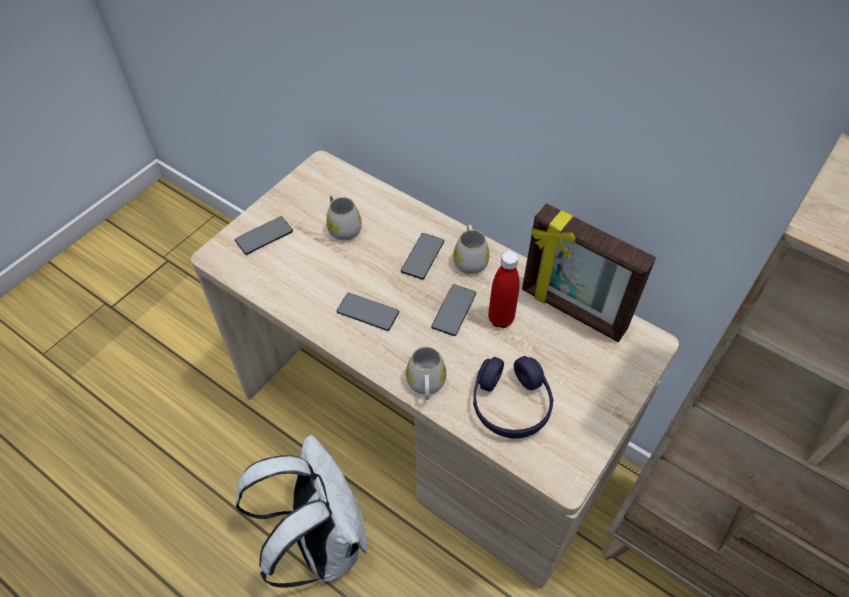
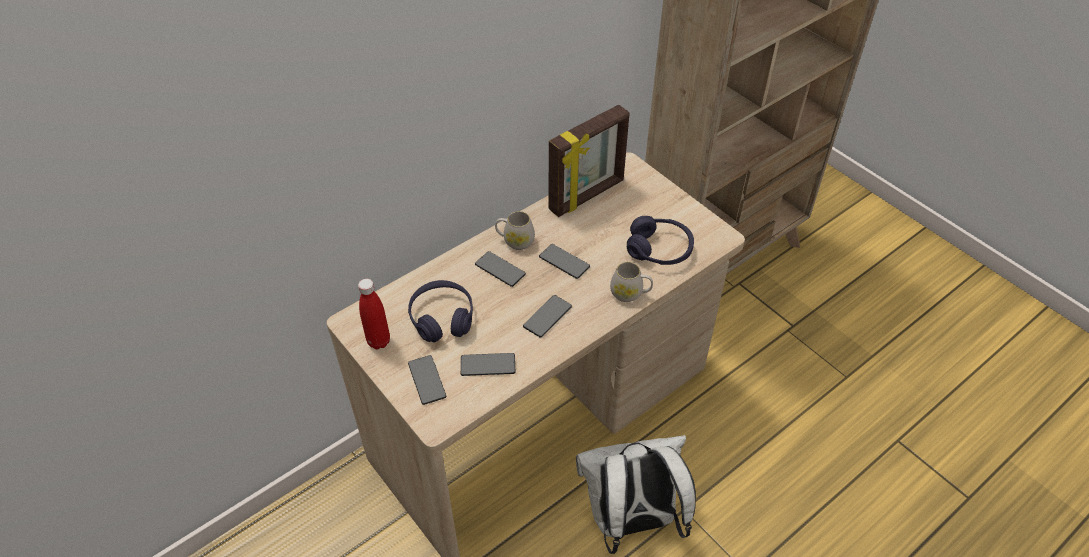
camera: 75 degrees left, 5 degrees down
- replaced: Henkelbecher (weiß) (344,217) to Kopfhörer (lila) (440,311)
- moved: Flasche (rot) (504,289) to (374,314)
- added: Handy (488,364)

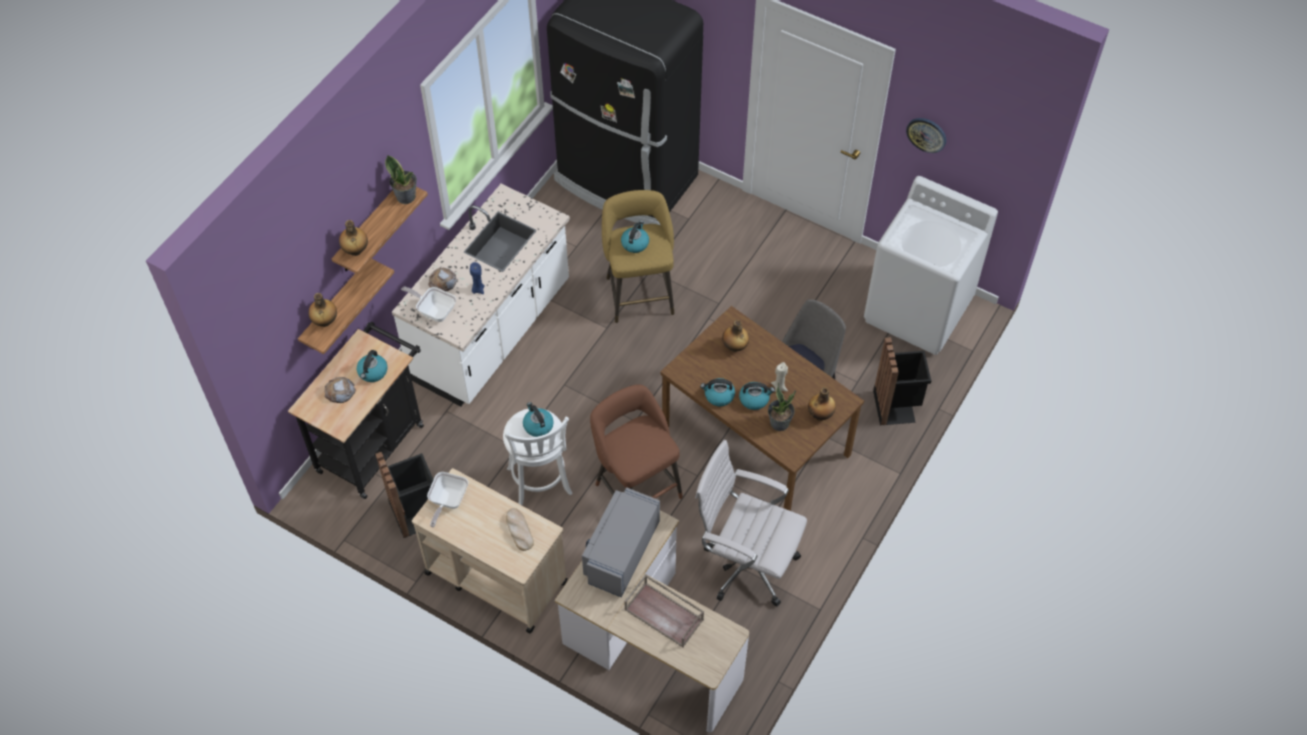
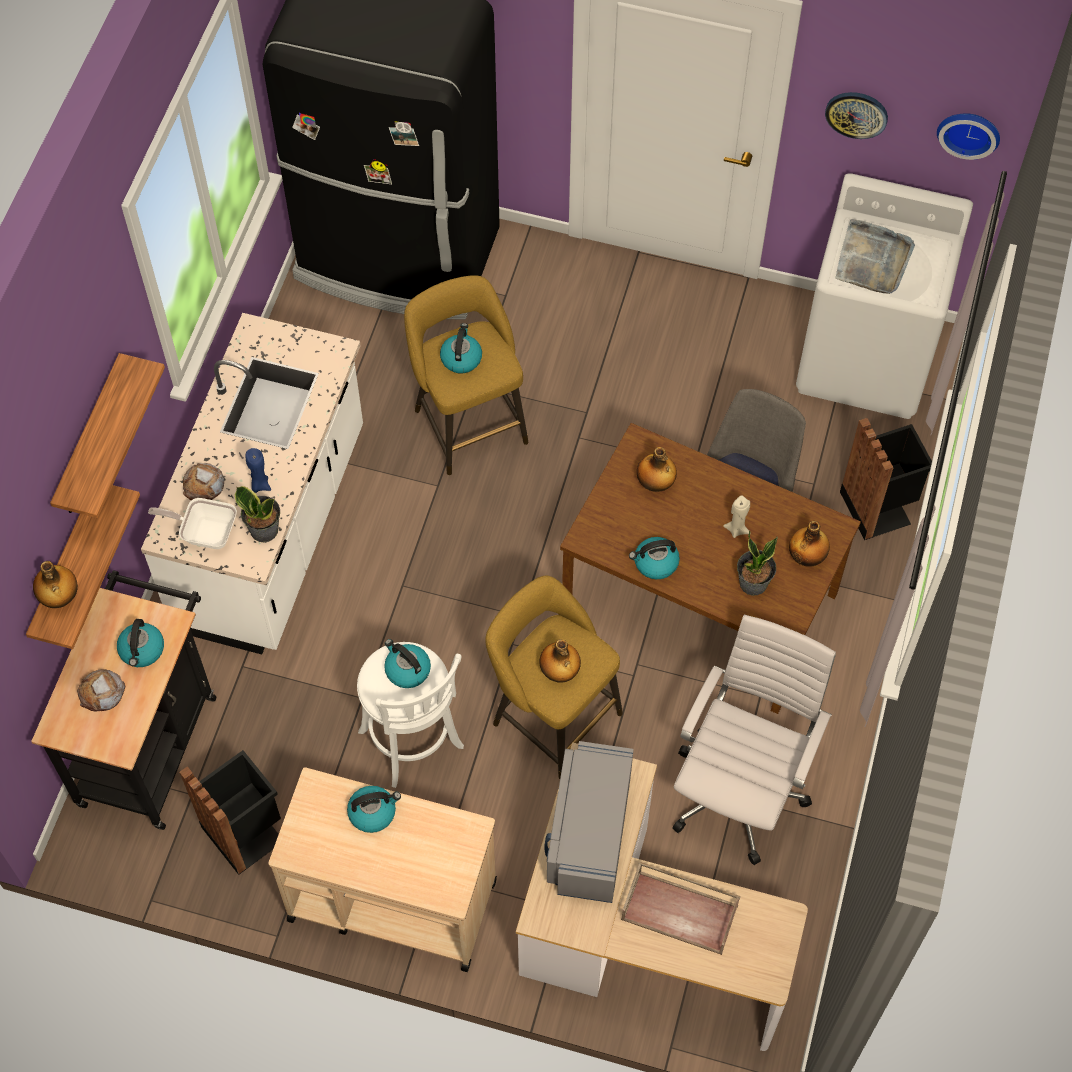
camera: 15 degrees left, 5 degrees up
- moved: Flasche (353,238) to (560,661)
- moved: Topfpflanze (401,179) to (257,514)
- removed: Pfanne (447,499)
- removed: Brot (520,529)
- recoloured: Hocker (braun) (636,441) to Hocker (gelb) (554,677)
- turned: Bürostuhl (weiß) (751,523) = (754,739) 105 degrees clockwise
- moved: Wasserkessel (757,396) to (374,809)
- added: Tablett (grau) (875,256)
- added: Wanduhr (968,136)

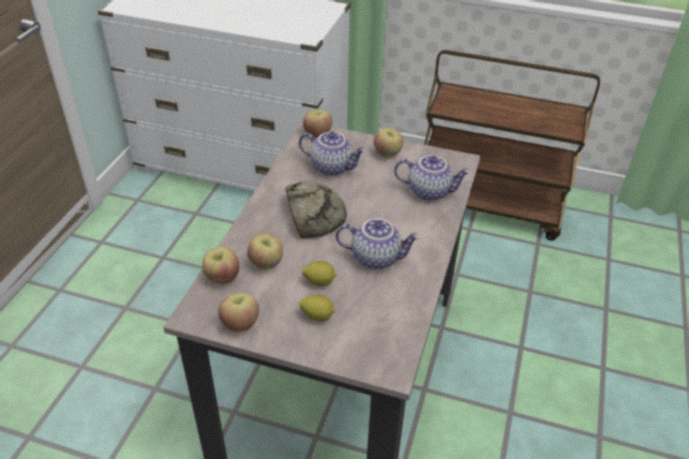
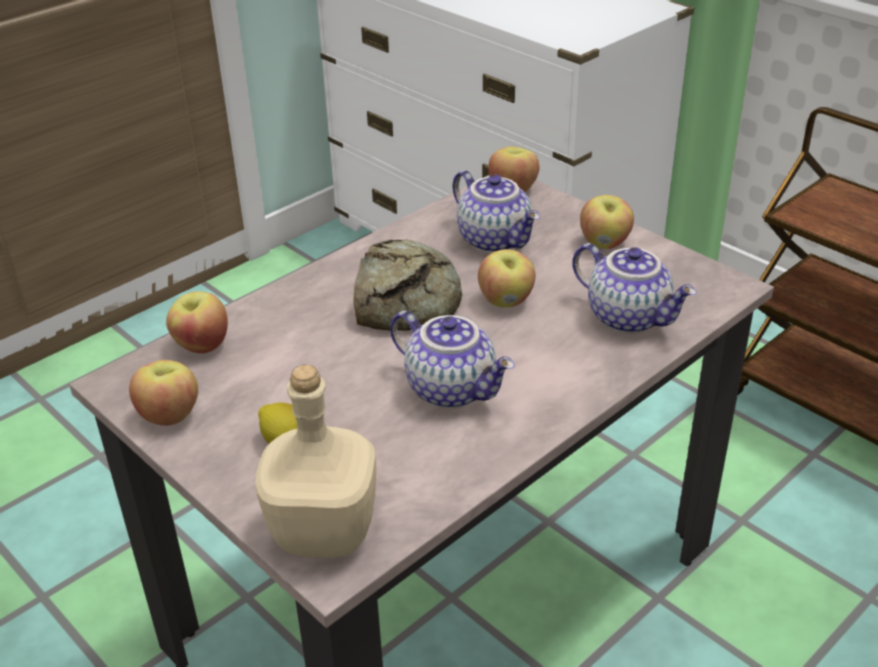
camera: 30 degrees right, 5 degrees down
- moved: Apfel (265,251) to (506,278)
- removed: Zitrone (319,273)
- added: Flasche (beige) (316,461)

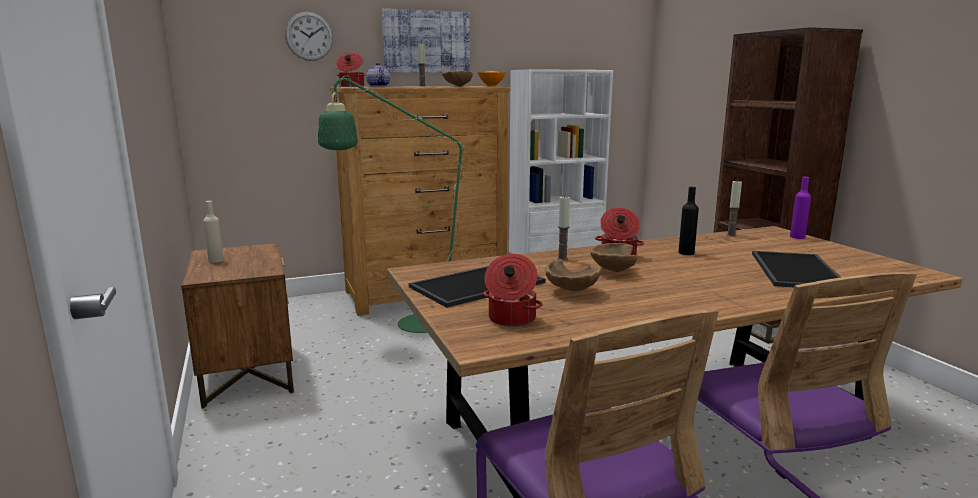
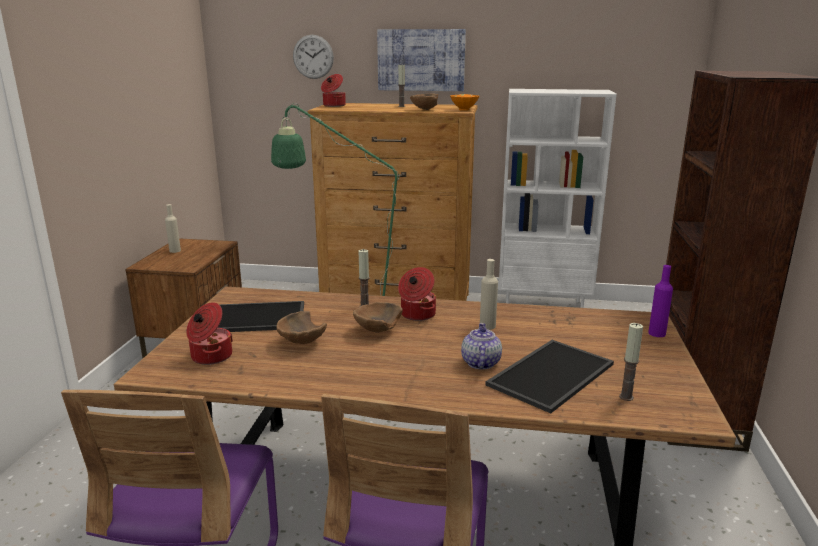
camera: 30 degrees right, 5 degrees up
- moved: Teekanne (378,75) to (481,346)
- recoloured: Flasche (schwarz) (688,221) to Flasche (beige) (489,294)
- moved: Kerze (734,208) to (631,362)

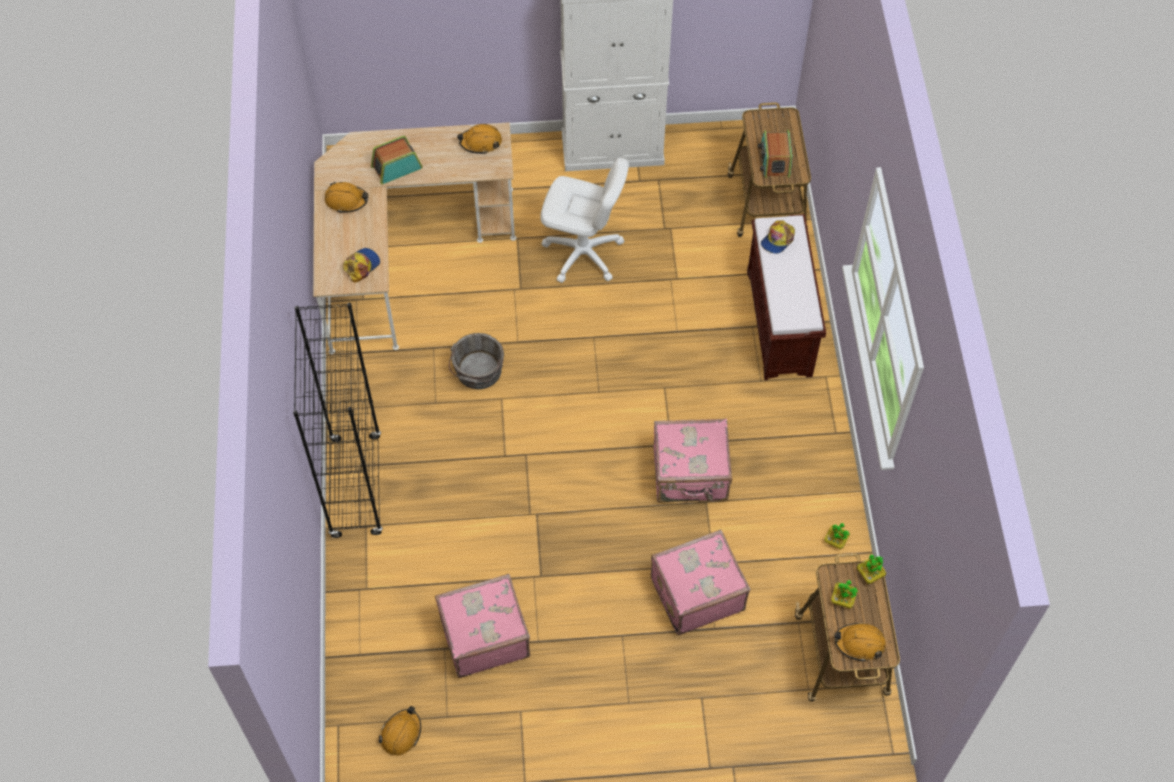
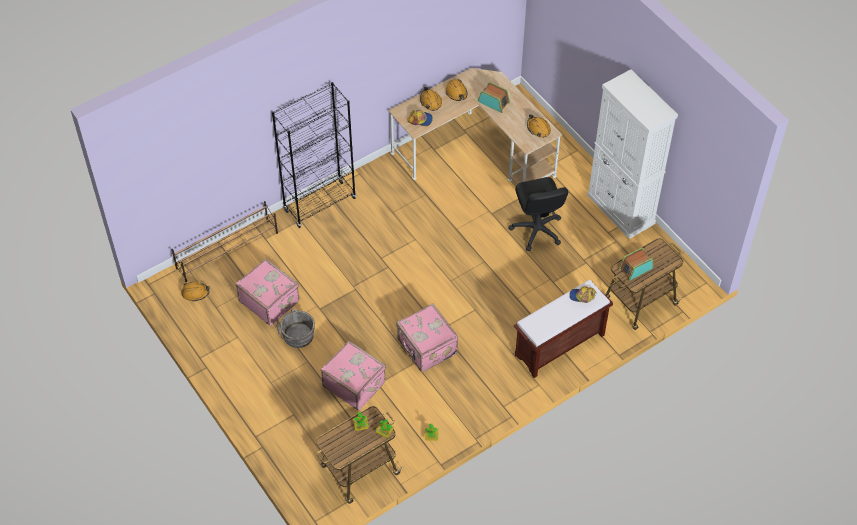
camera: 60 degrees right, 5 degrees down
- moved: Eimer (grau) (476,361) to (295,328)
- recoloured: Bürostuhl (weiß) (584,220) to Bürostuhl (schwarz) (538,214)
- moved: Schutzhelm (orange) (860,642) to (431,98)
- added: Schuhregal (braun) (225,241)

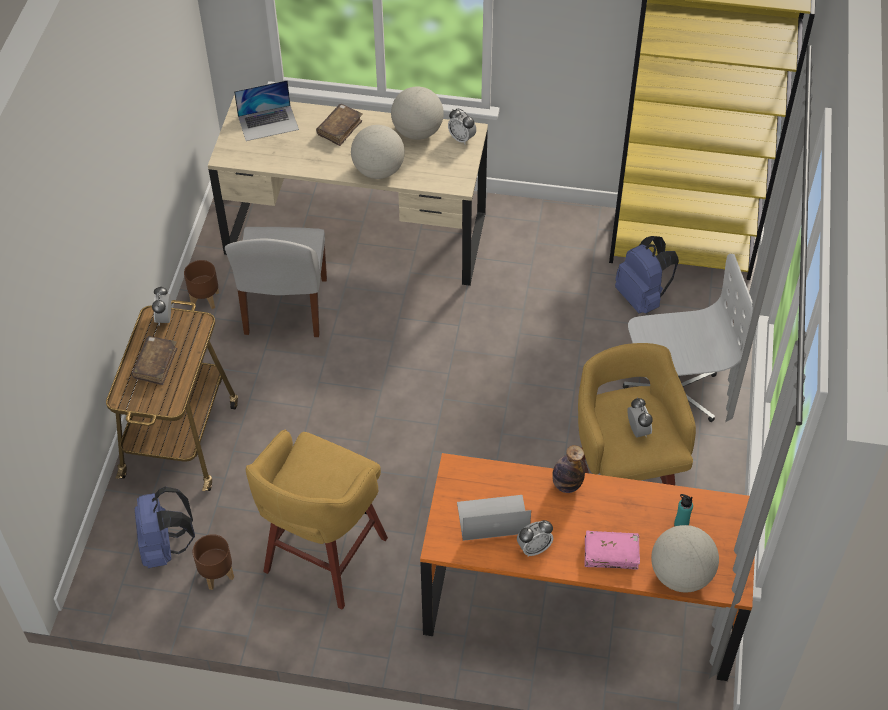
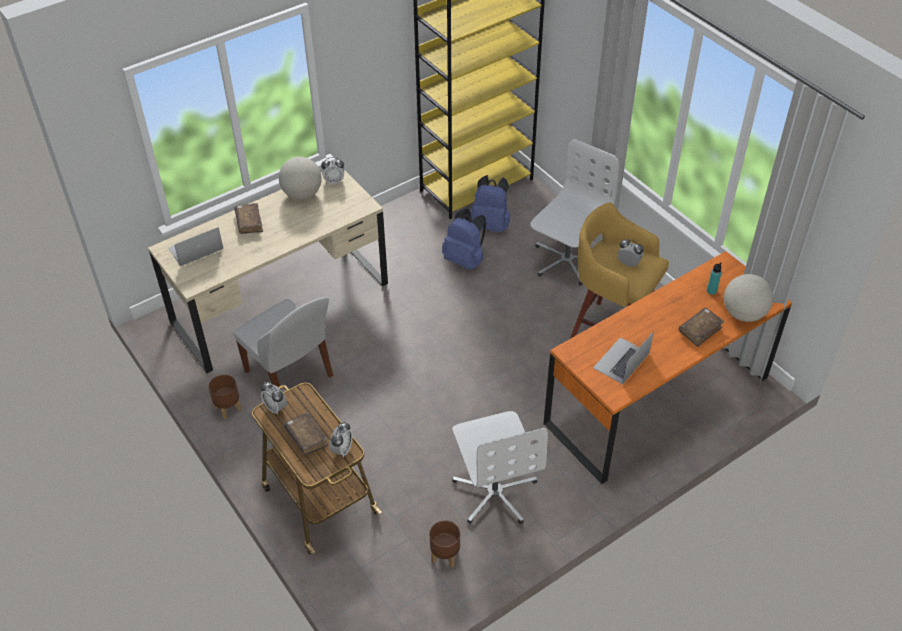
camera: 45 degrees left, 5 degrees down
- moved: Rucksack (blau) (165,527) to (464,239)
- turned: Laptop (266,110) = (195,246) 150 degrees counterclockwise
- replaced: Hocker (gelb) (317,519) to Bürostuhl (weiß) (500,467)
- removed: Globus (378,152)
- moved: Wecker (535,538) to (341,440)
- removed: Flasche (568,469)
- recoloured: Buch (rosa) (612,550) to Buch (braun) (701,327)

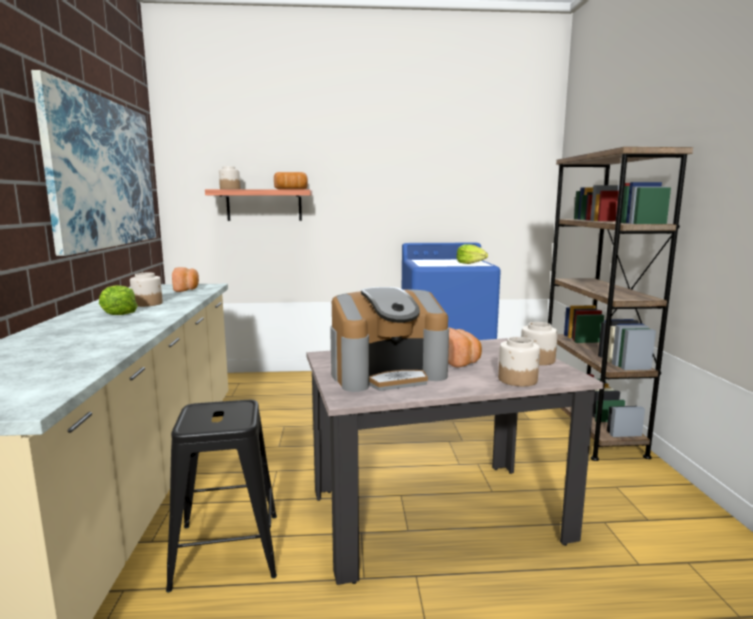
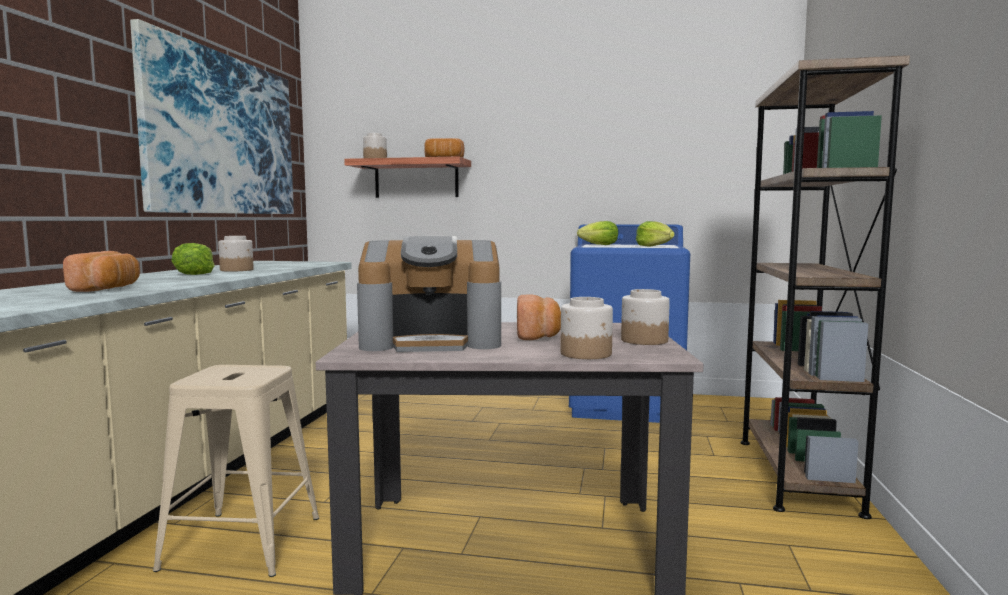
camera: 15 degrees right, 5 degrees down
- recoloured: Hocker (schwarz) (221,496) to Hocker (beige) (236,471)
- moved: Brot (185,279) to (101,271)
- added: Salatkopf (597,233)

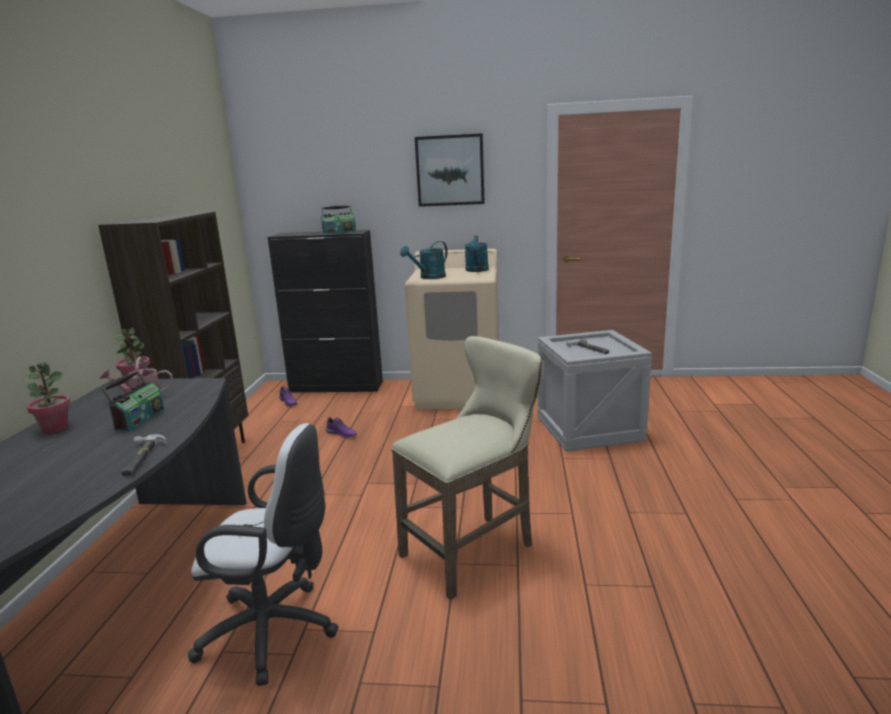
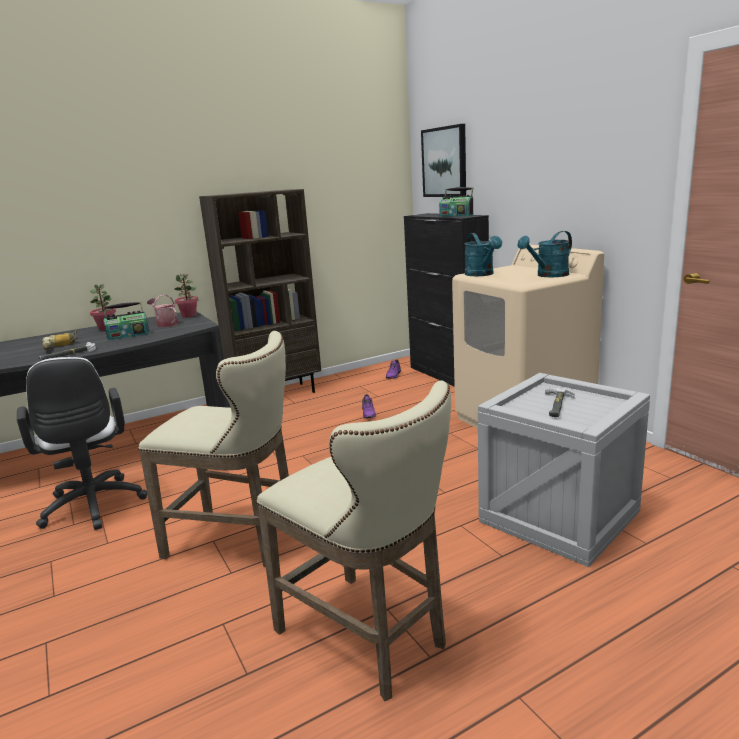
camera: 55 degrees right, 0 degrees up
- turned: Gießkanne (türkis) (424,260) = (483,254) 120 degrees counterclockwise
- moved: Bild (450,170) to (443,160)
- added: Bohrmaschine (60,340)
- added: Hocker (beige) (353,541)

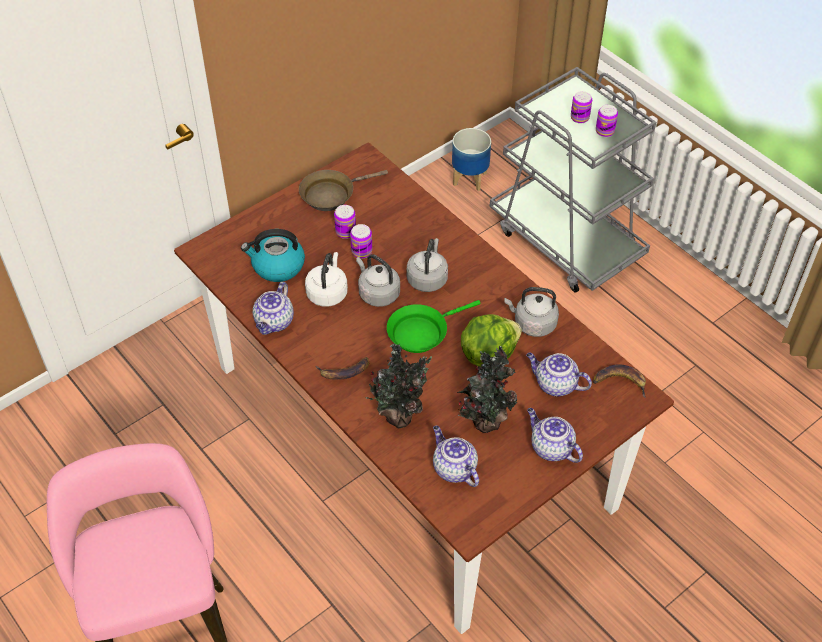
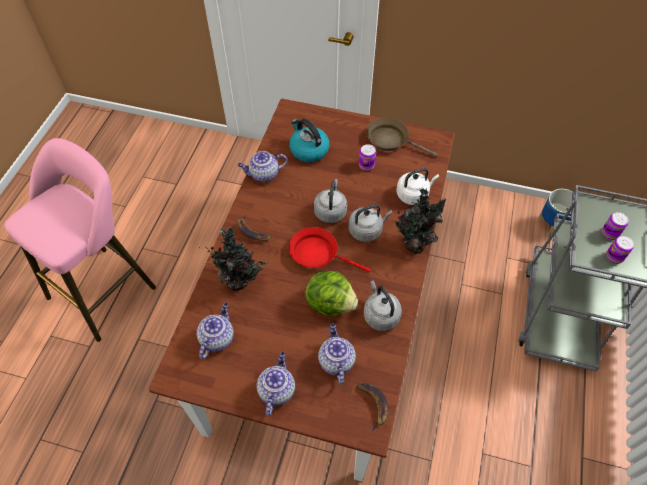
camera: 55 degrees right, 5 degrees up
- moved: Wasserkessel (weiß) (326,279) to (418,186)
- removed: Dose (361,241)
- recoloured: Pfanne (grün) (433,326) to Pfanne (rot) (330,249)
- moved: Topfpflanze (487,389) to (420,221)

